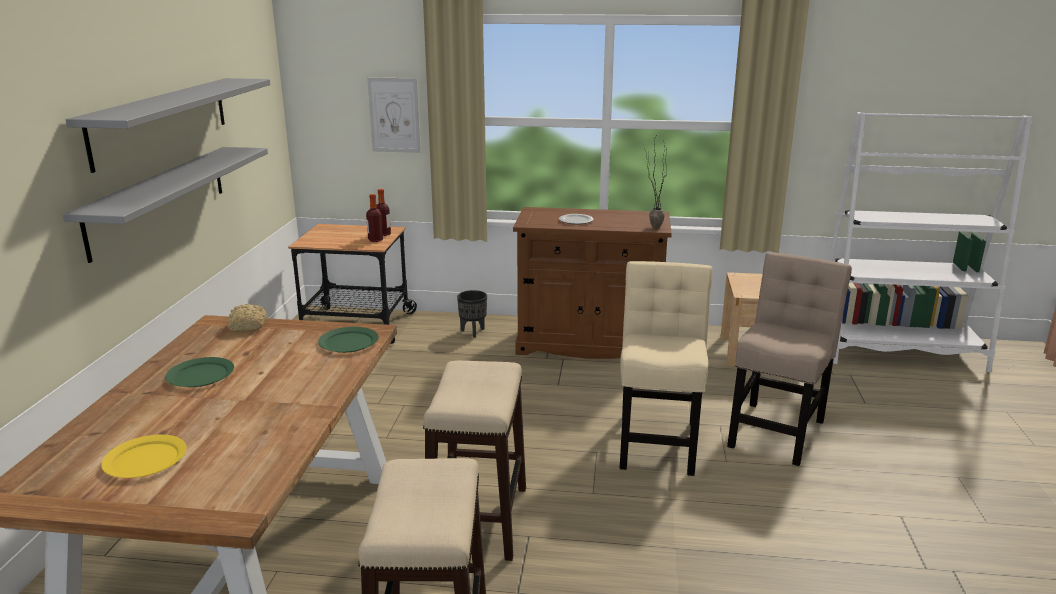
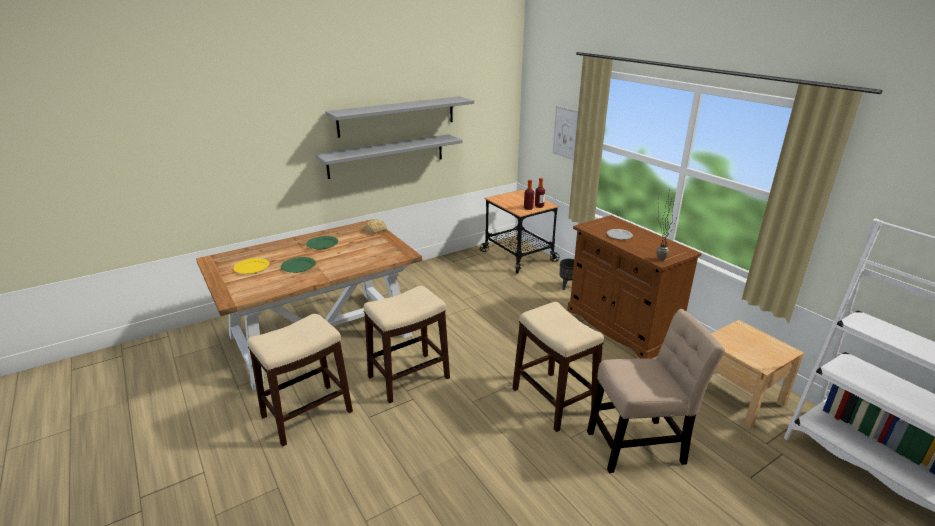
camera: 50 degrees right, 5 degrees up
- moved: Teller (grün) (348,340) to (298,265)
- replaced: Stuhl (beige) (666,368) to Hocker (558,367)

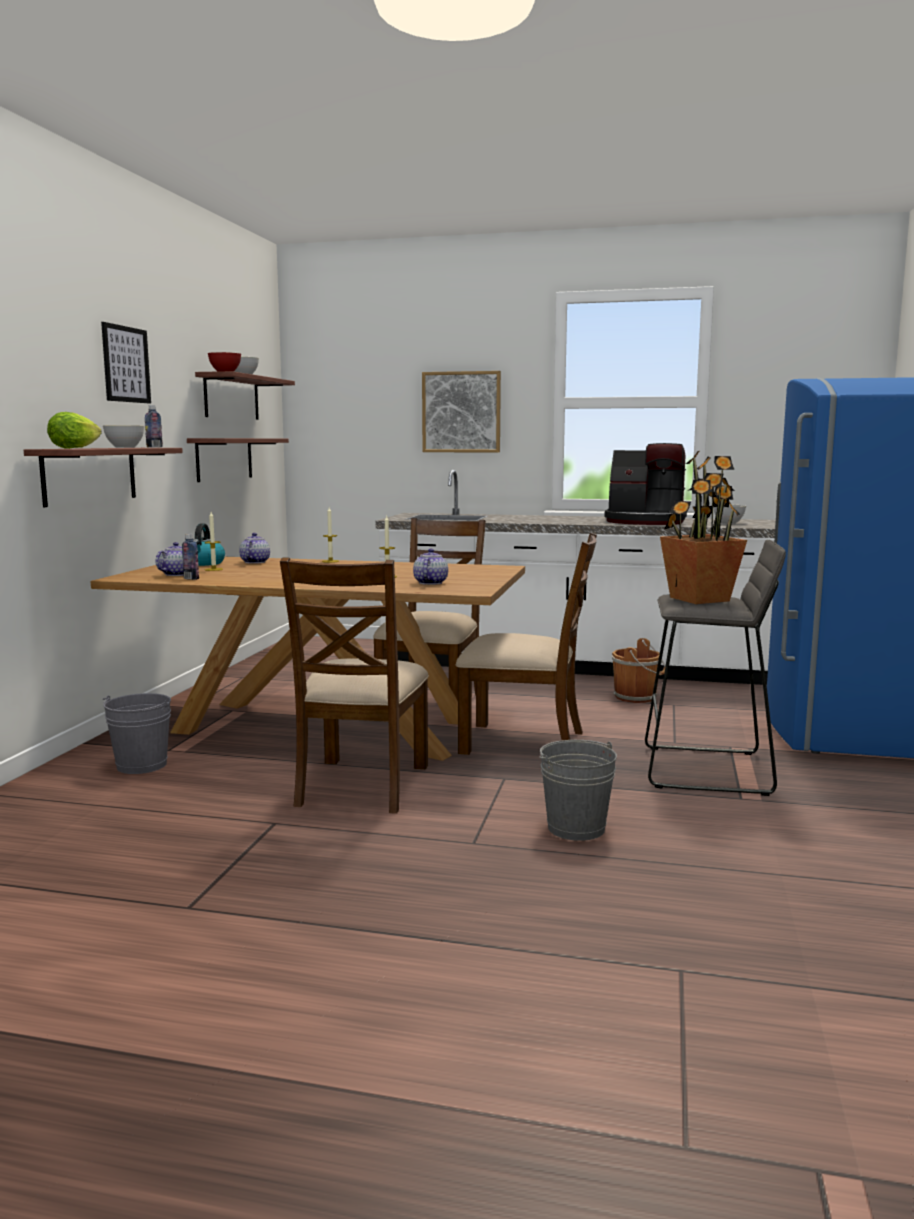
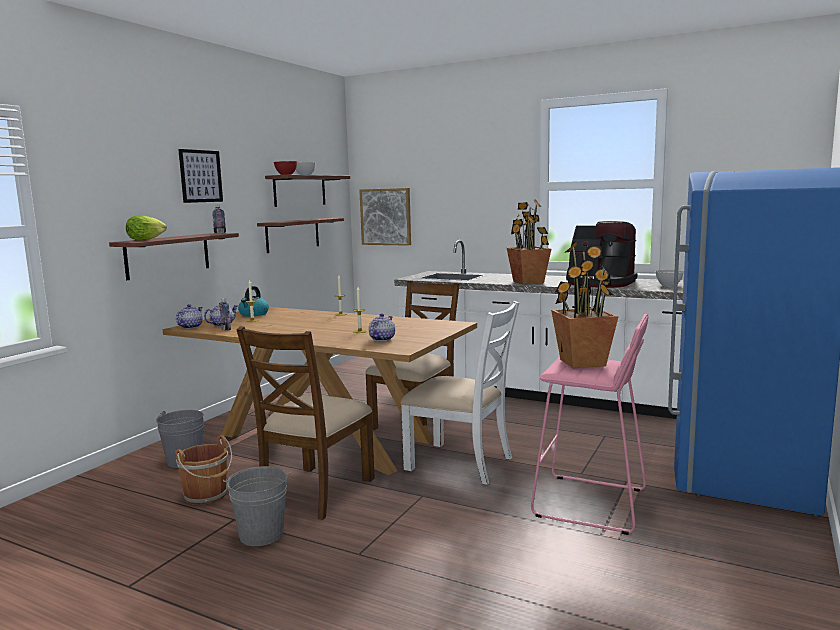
camera: 15 degrees right, 0 degrees up
- removed: Schüssel (grau) (123,436)
- moved: Teekanne (254,548) to (189,316)
- moved: Bild (461,412) to (385,217)
- recoloured: Stuhl (braun) (526,643) to Stuhl (weiß) (459,393)
- moved: Eimer (grau) (578,790) to (257,506)
- moved: Eimer (braun) (639,670) to (203,470)
- recoloured: Hocker (grau) (715,667) to Hocker (rosa) (589,424)
- added: Topfpflanze (529,242)

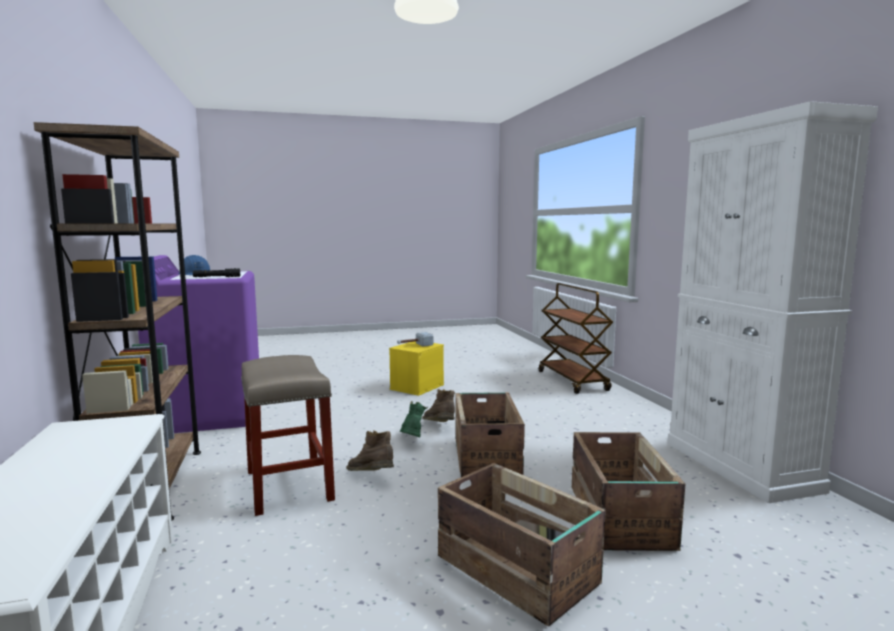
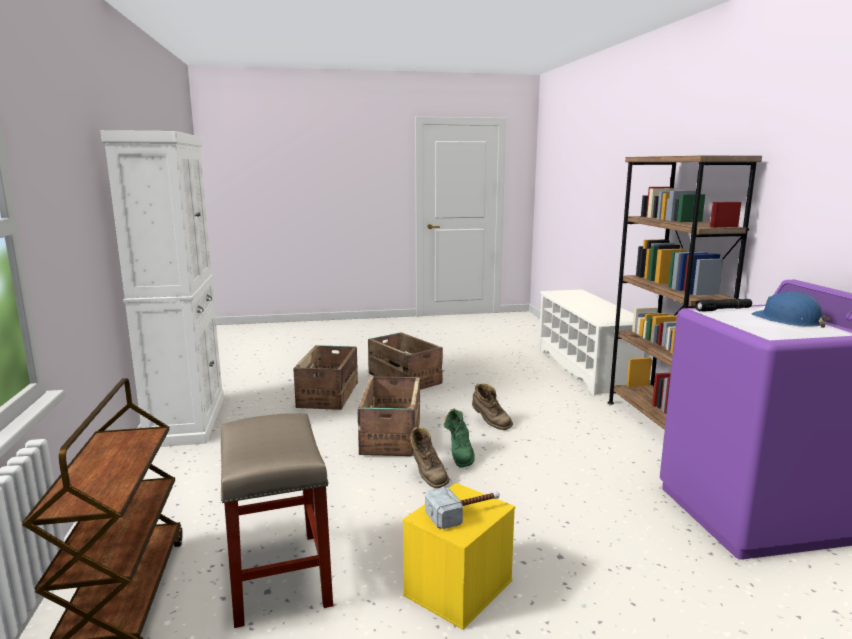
camera: 175 degrees left, 5 degrees up
- moved: Hocker (beige) (288,435) to (277,520)

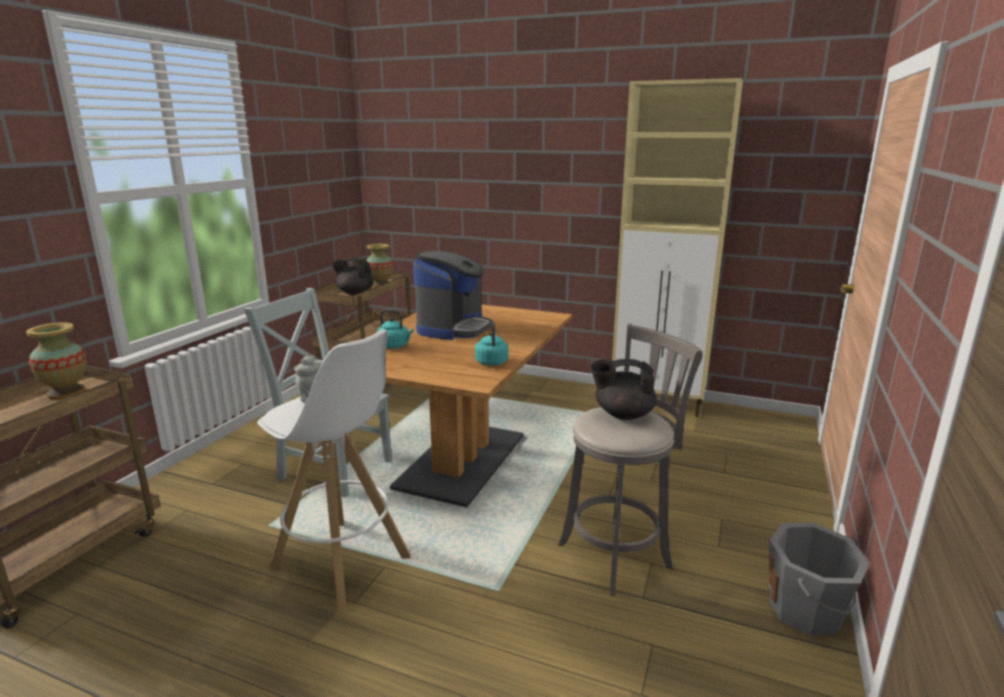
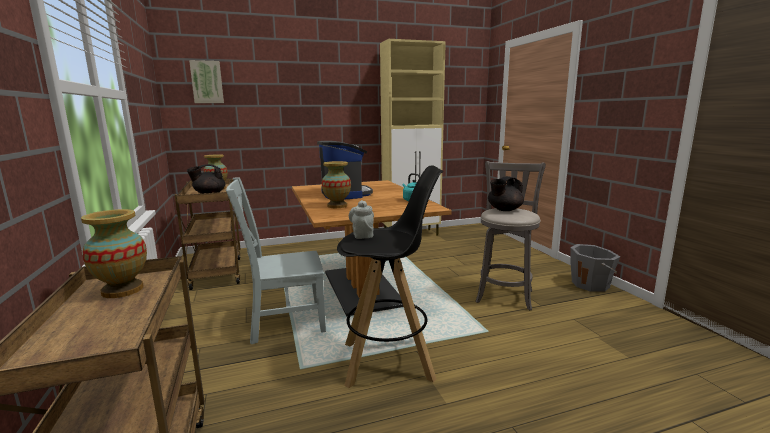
camera: 40 degrees left, 5 degrees down
- recoloured: Hocker (weiß) (334,470) to Hocker (schwarz) (390,276)
- replaced: Wasserkessel (türkis) (395,329) to Vase (336,184)
- added: Bild (206,81)

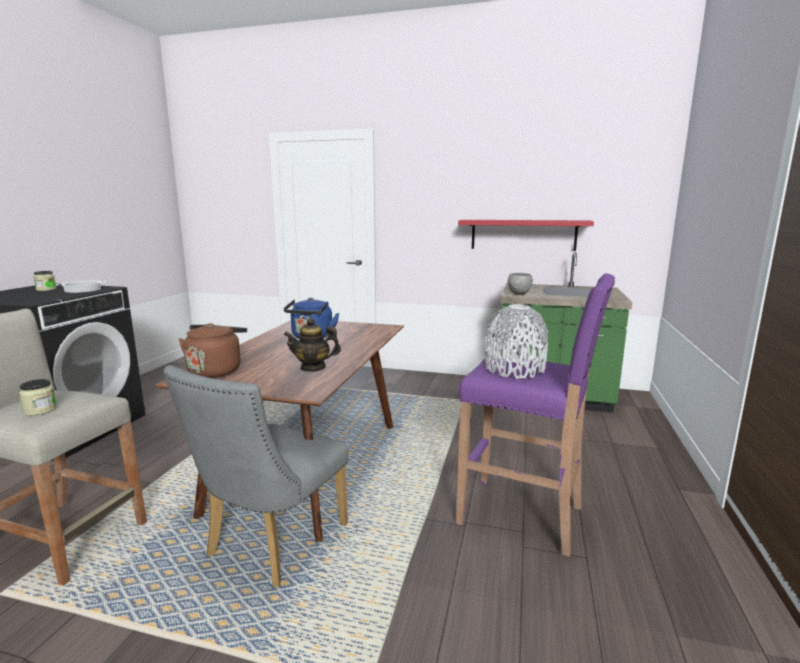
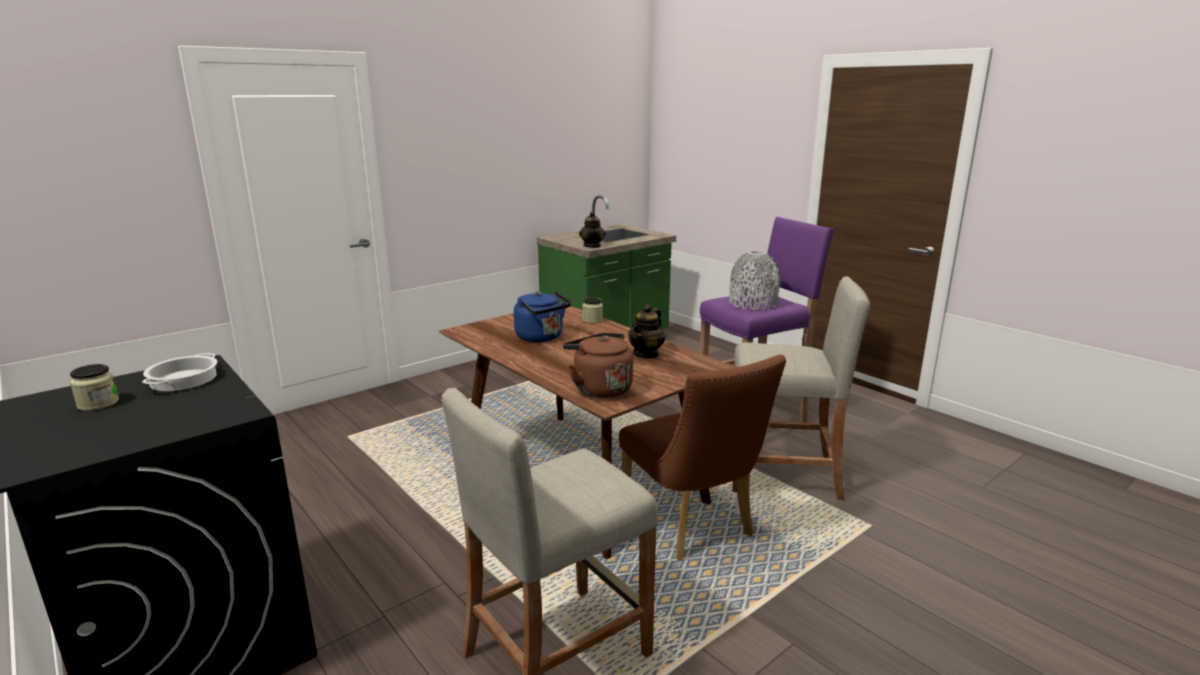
camera: 55 degrees left, 5 degrees up
- moved: Vorratsglas (38,397) to (592,310)
- recoloured: Stuhl (grau) (255,476) to Stuhl (braun) (702,457)
- removed: Wandregal (rot) (526,235)
- replaced: Schüssel (grau) (520,284) to Teekanne (592,229)
- added: Hocker (beige) (801,388)

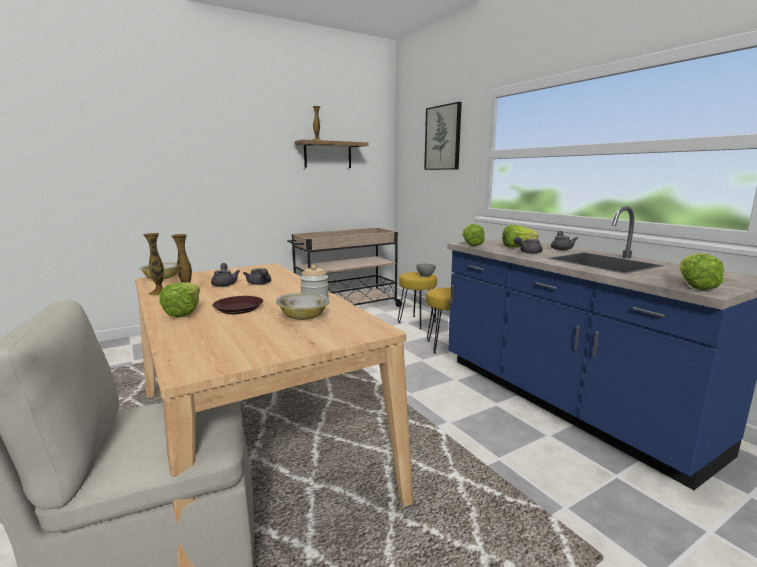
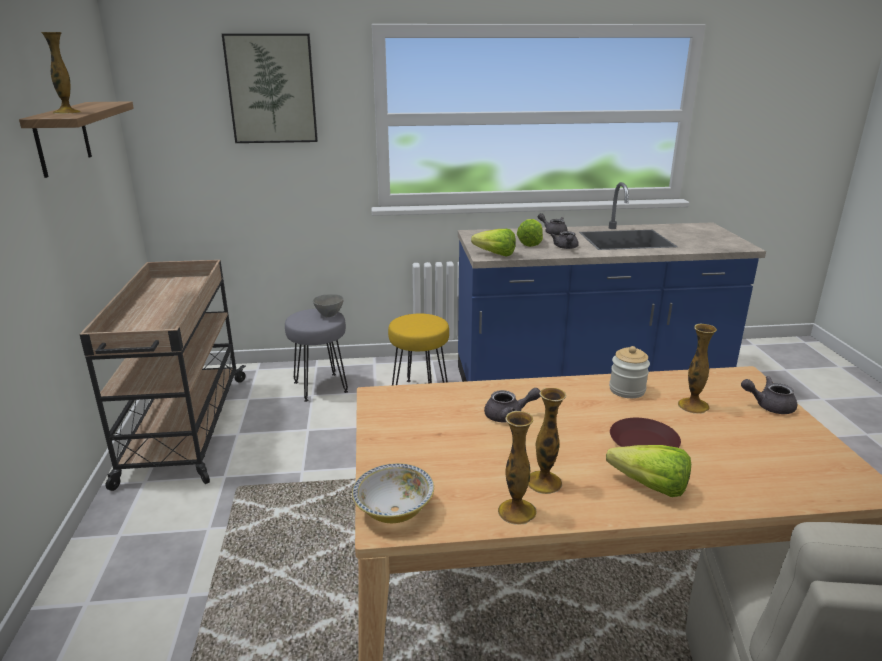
camera: 65 degrees left, 10 degrees up
- moved: Teekanne (grau) (225,275) to (769,395)
- replaced: Schüssel (303,306) to Vase (697,368)
- recoloured: Hocker (gelb) (417,300) to Hocker (grau) (316,355)
- removed: Salatkopf (702,272)

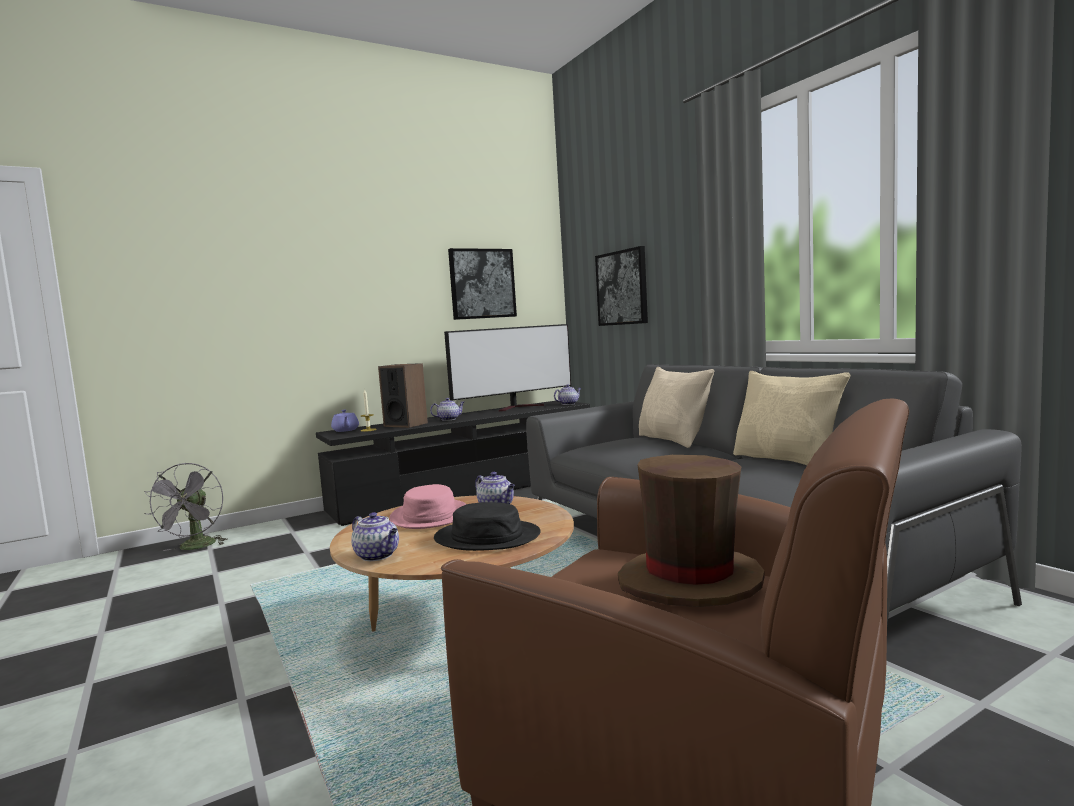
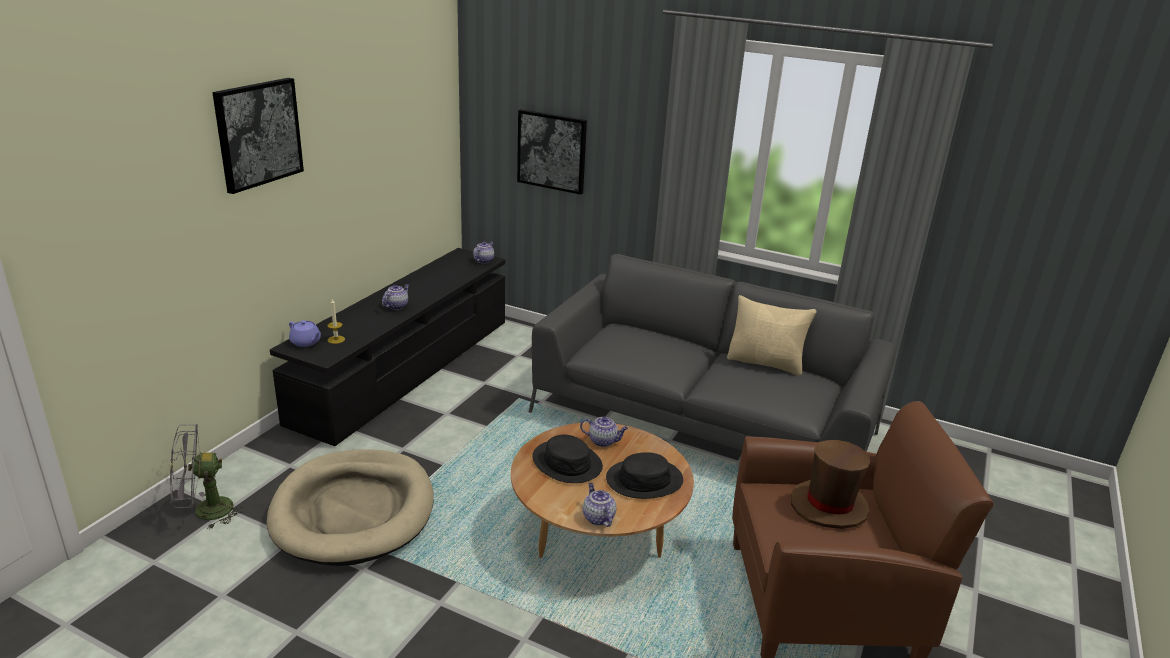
camera: 35 degrees left, 20 degrees up
- turned: Ventilator (grau) (185,507) = (207,477) 105 degrees clockwise
- turned: Teekanne (375,536) = (600,505) 120 degrees counterclockwise
- removed: Lautsprecher (403,395)
- recoloured: Hut (rosa) (427,506) to Hut (schwarz) (567,459)
- removed: Fernseher (507,367)
- moved: Bild (482,284) to (258,136)
- removed: Kissen (beige) (676,407)
- added: Hundebett (beige) (350,507)

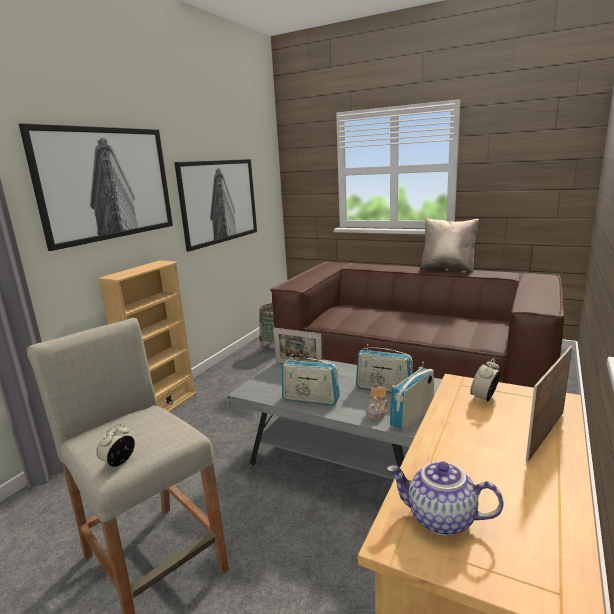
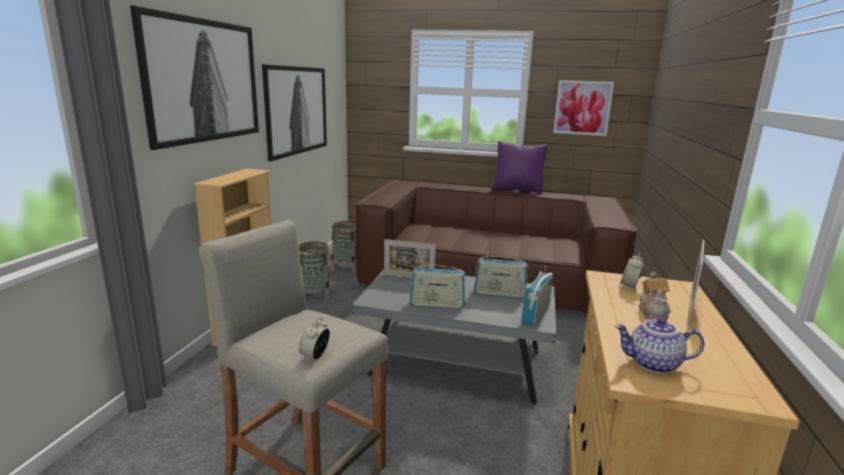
camera: 15 degrees left, 0 degrees up
- moved: Teekanne (378,401) to (655,296)
- recoloured: Kissen (beige) (449,245) to Kissen (lila) (520,167)
- added: Korb (314,271)
- added: Bild (583,108)

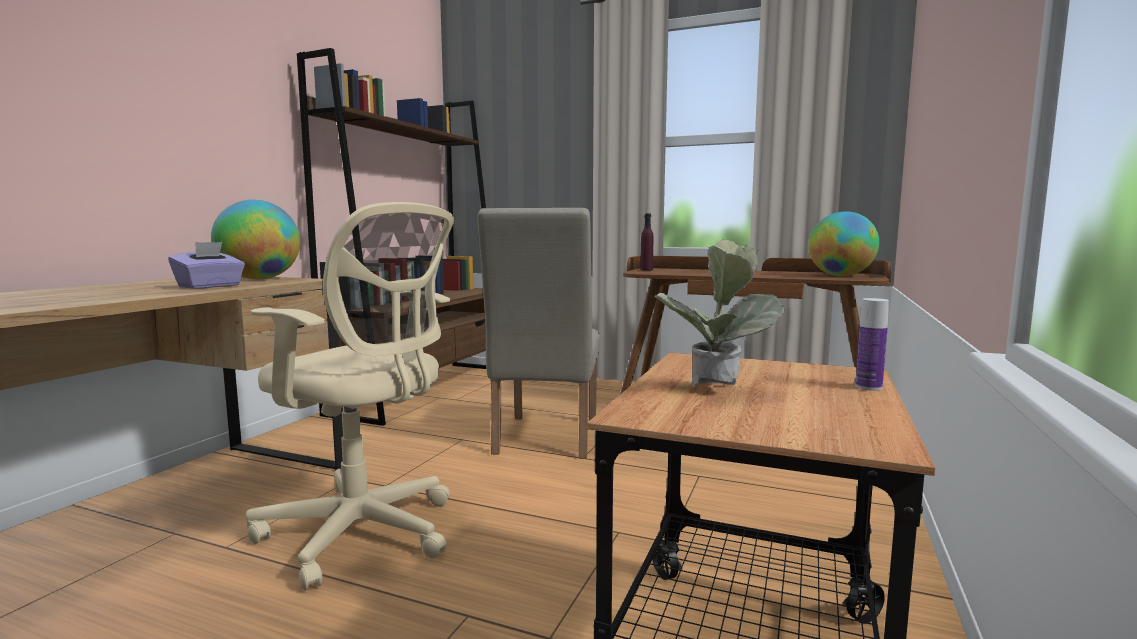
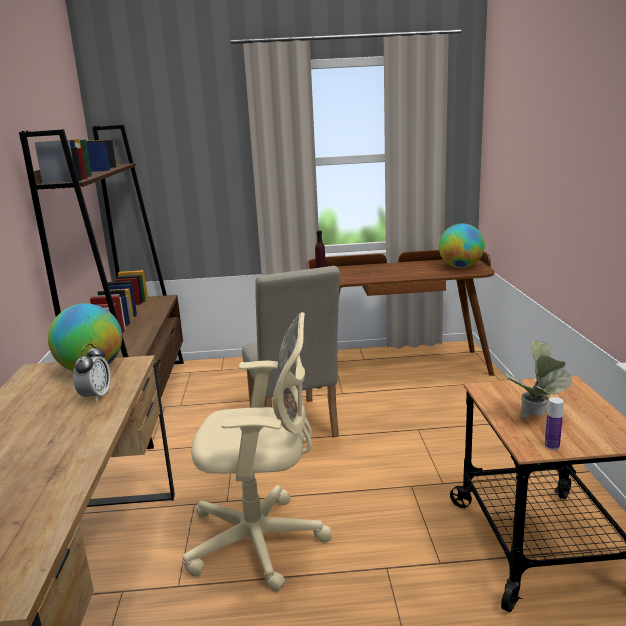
camera: 25 degrees left, 10 degrees up
- replaced: Taschentuchbox (lila) (207,265) to Wecker (92,373)
- moved: Flasche (872,344) to (554,423)

